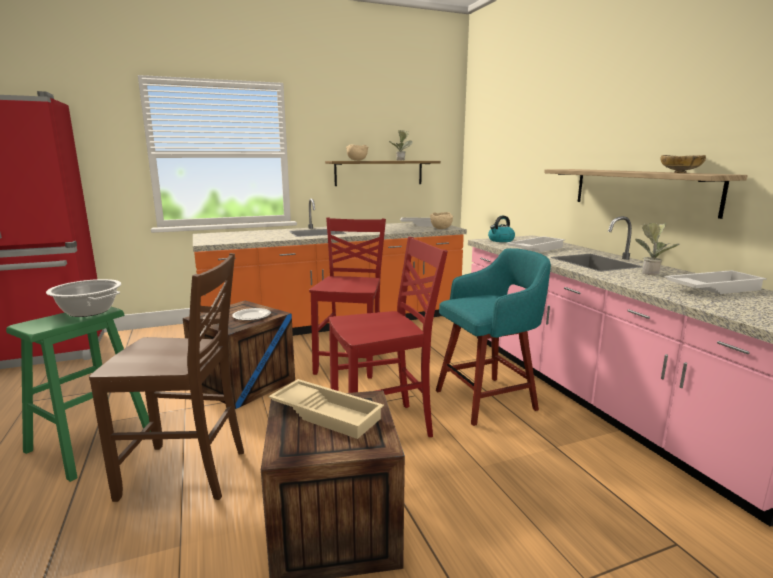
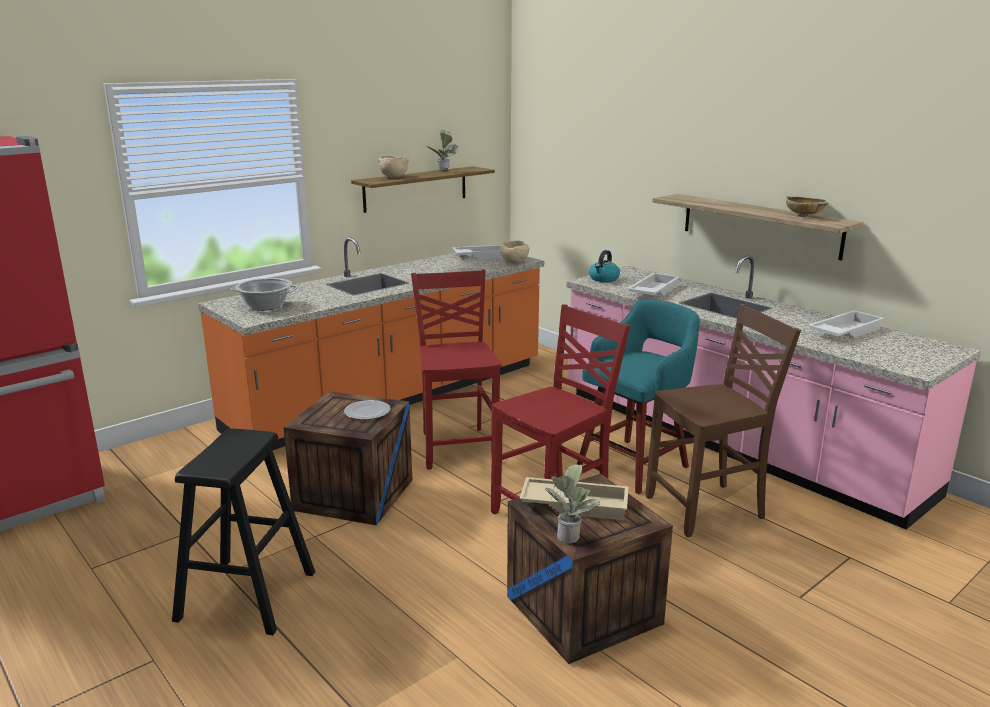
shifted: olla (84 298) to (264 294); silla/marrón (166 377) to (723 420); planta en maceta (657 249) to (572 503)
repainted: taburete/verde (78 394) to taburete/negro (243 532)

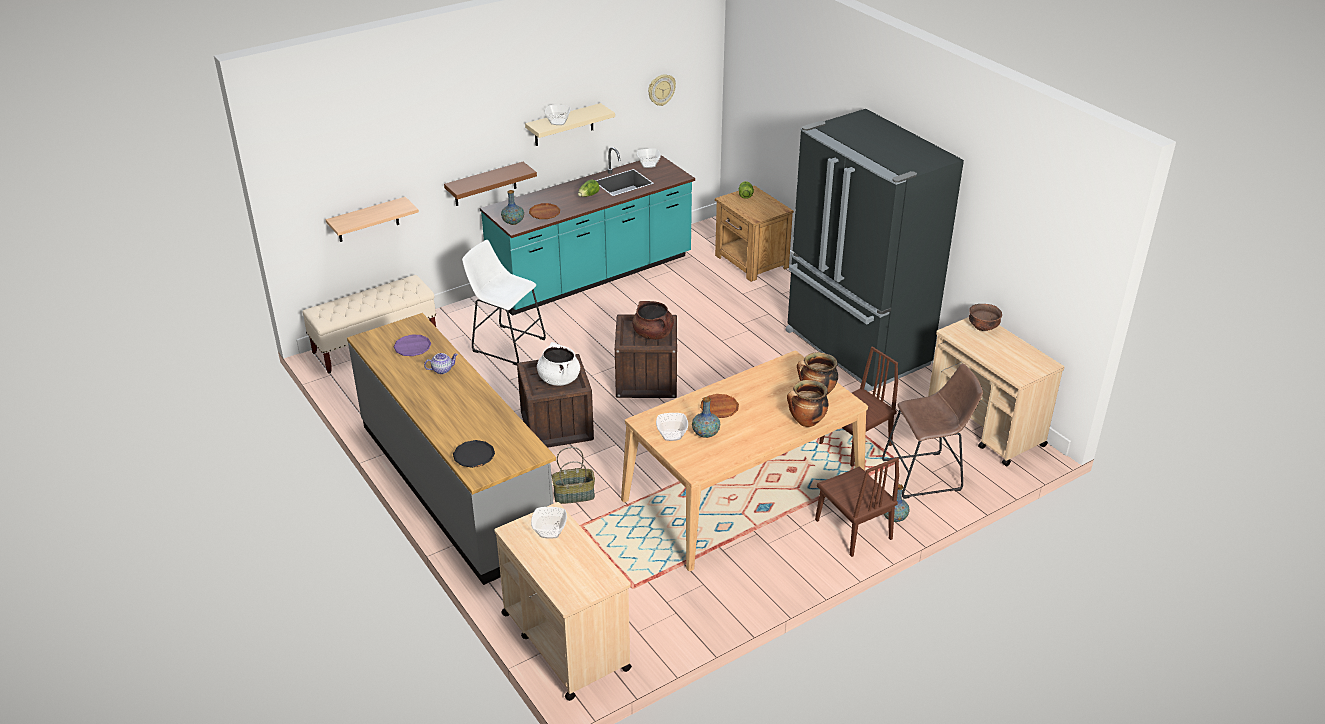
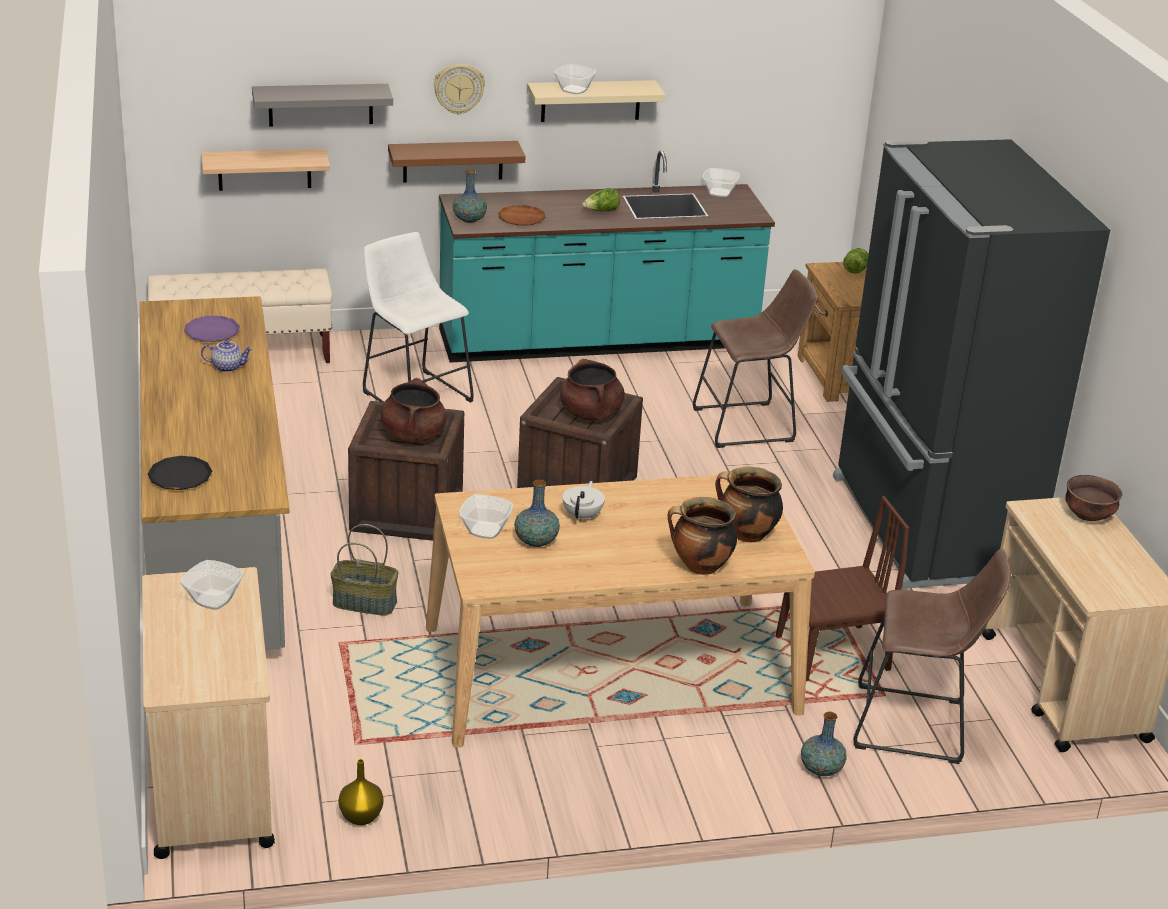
gone: silla/marrón (857 507)
new: estante/gris (322 105); florero/amarillo (361 792); taburete/marrón (755 358)
shifted: reloj de pared (662 90) to (459 89)
swapped: plato/marrón (719 406) to tetera/blanco (583 501)
repainted: olla/blanco (558 364) to olla/marrón (413 410)

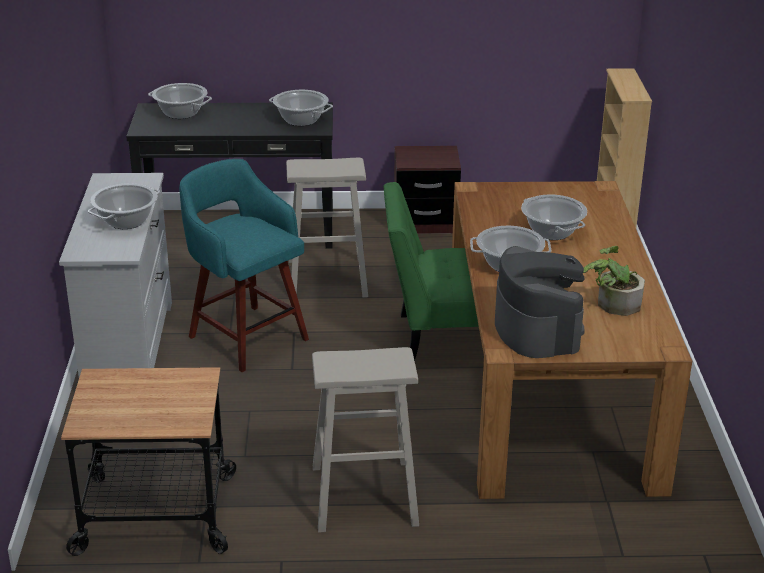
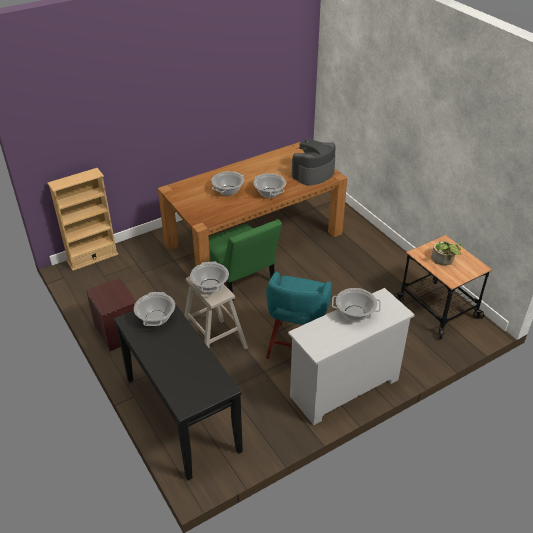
gone: taburete/beis (365 440)
shifted: olla (180 101) to (209 277); planta en maceta (614 281) to (447 253)

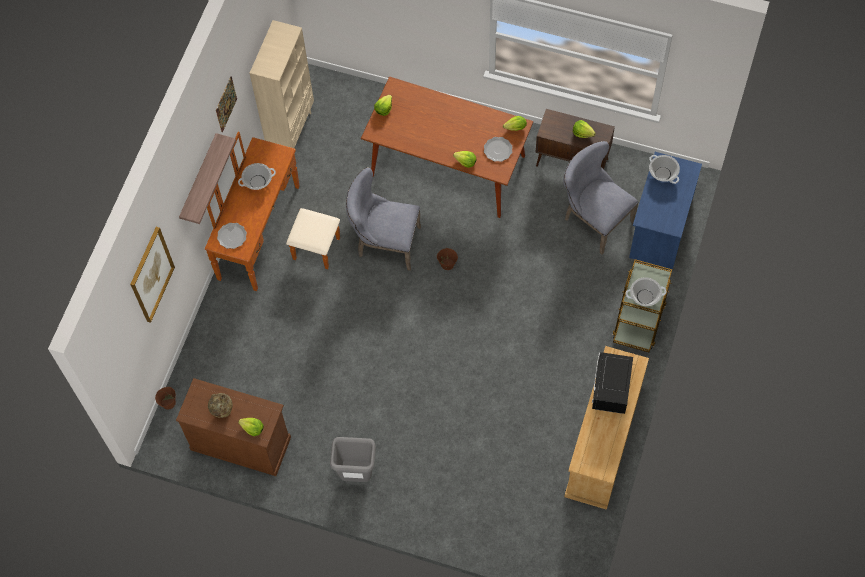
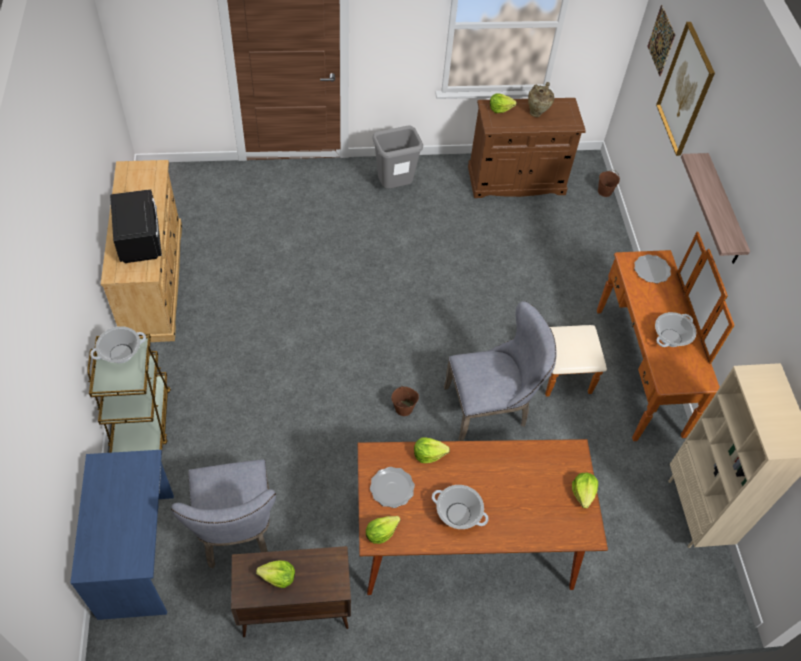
shifted: cuadro (226 104) to (661 40); olla (664 169) to (460 507)
rotated: silla/gris (601 198) = (223 513) 60 degrees clockwise

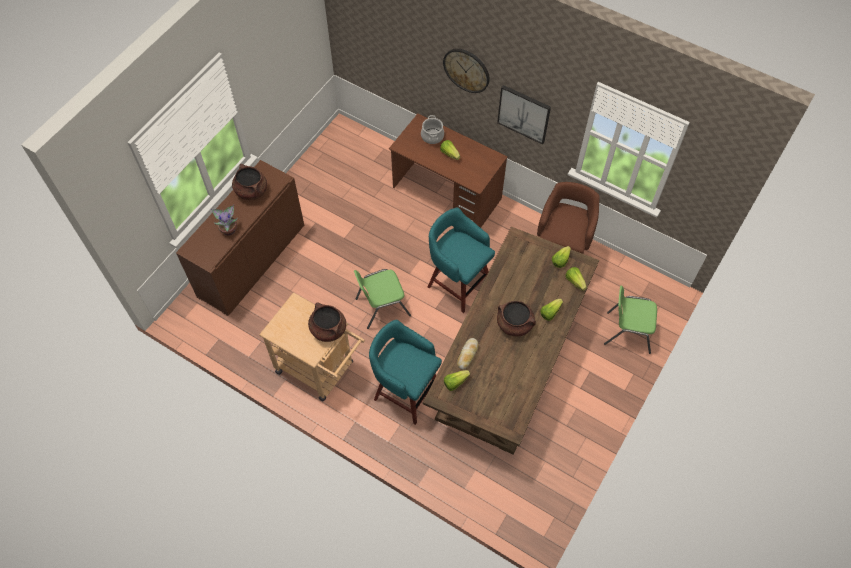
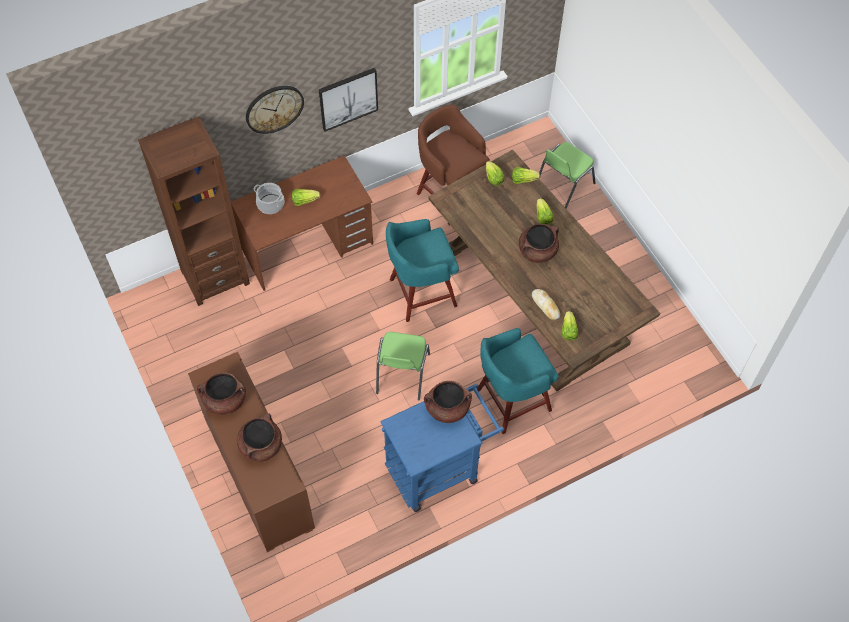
new: estantería/marrón (194 211)
swapped: planta en maceta (224 220) to olla/marrón (259 437)
repainted: carrito/beis (312 346) to carrito/azul (442 448)

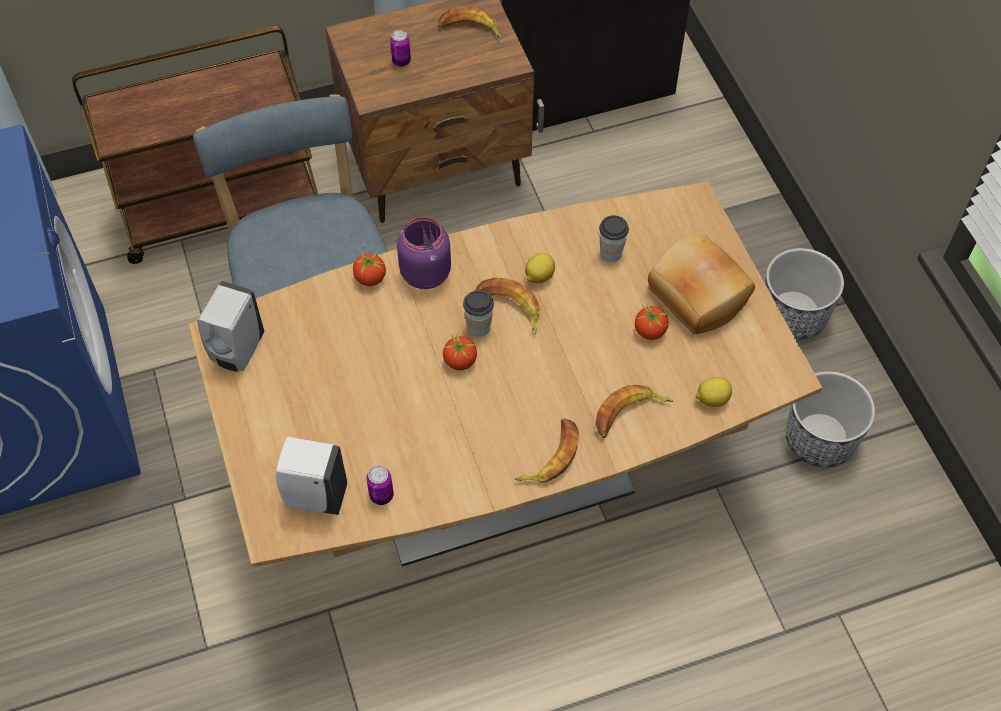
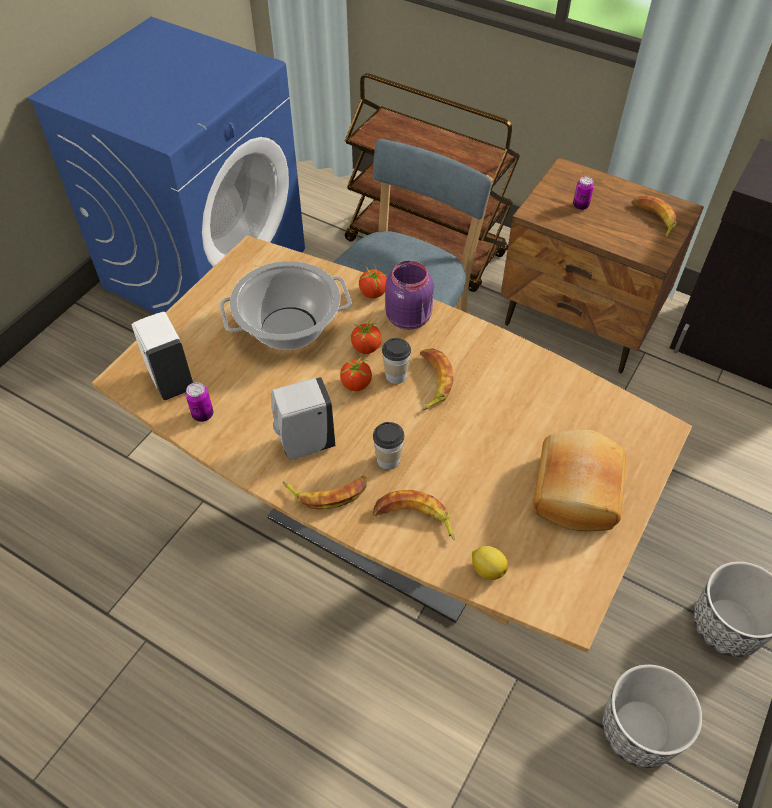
gone: limón (540 268)
new: olla (286 305)
shifted: dispensador de jabón/blanco (230 326) to (303 419); taza (614 238) to (388 446); tomate (652 321) to (366 336)

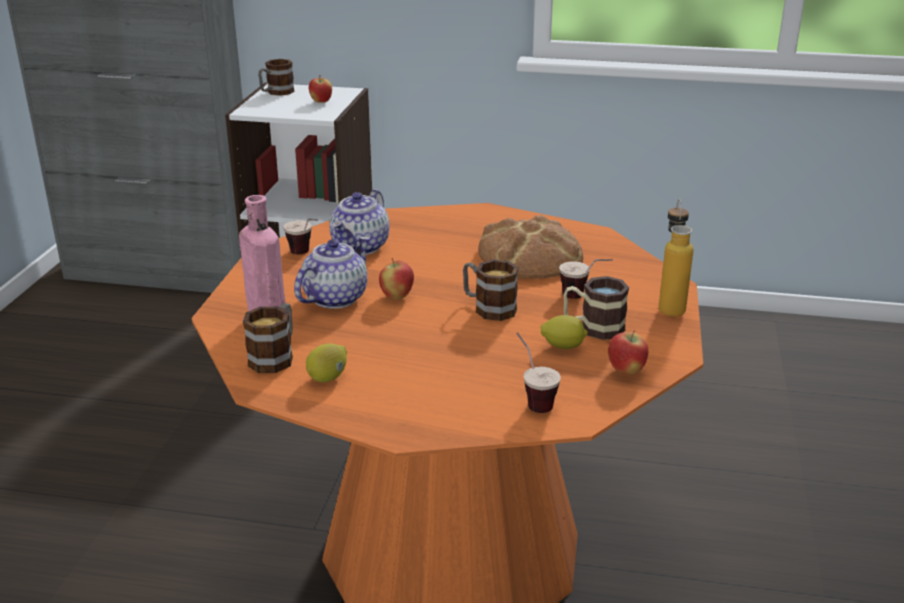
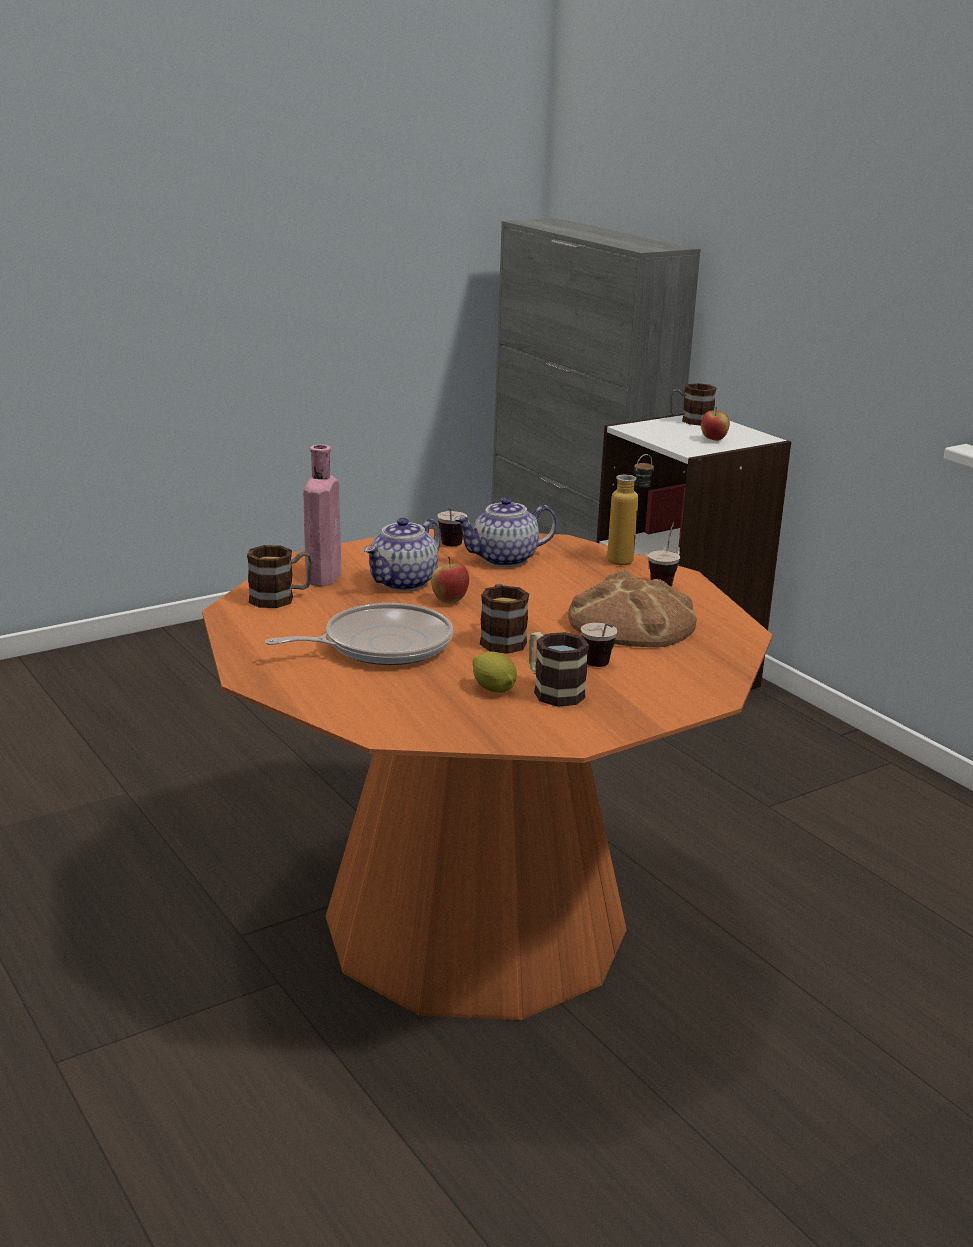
gone: limón (326 363); manzana (628 352)
new: sartén (359 634)
shifted: taza (538 372) to (664 554); botella (676 258) to (630 509)
rotated: tetera (332 273) = (402 554) 135 degrees clockwise

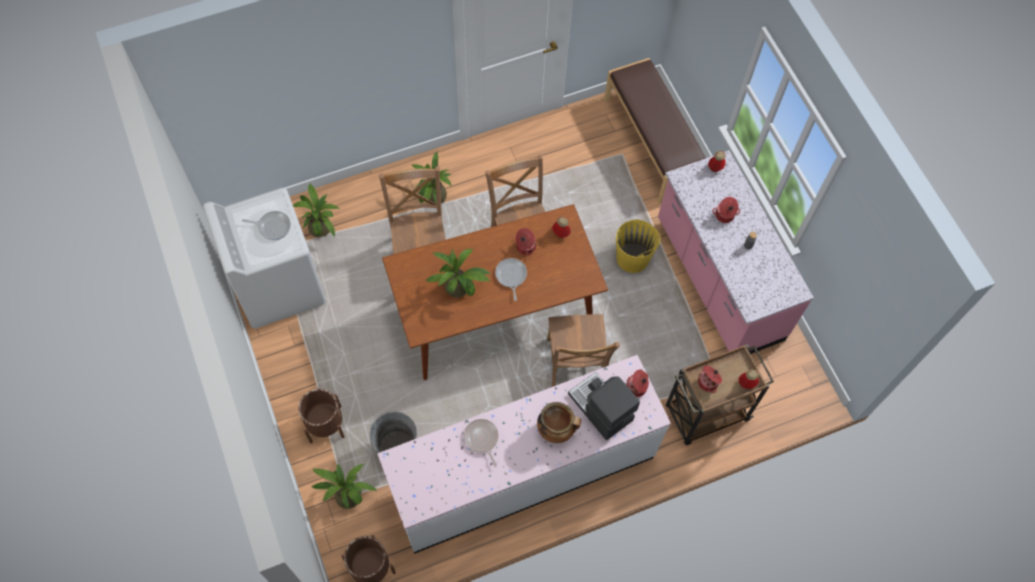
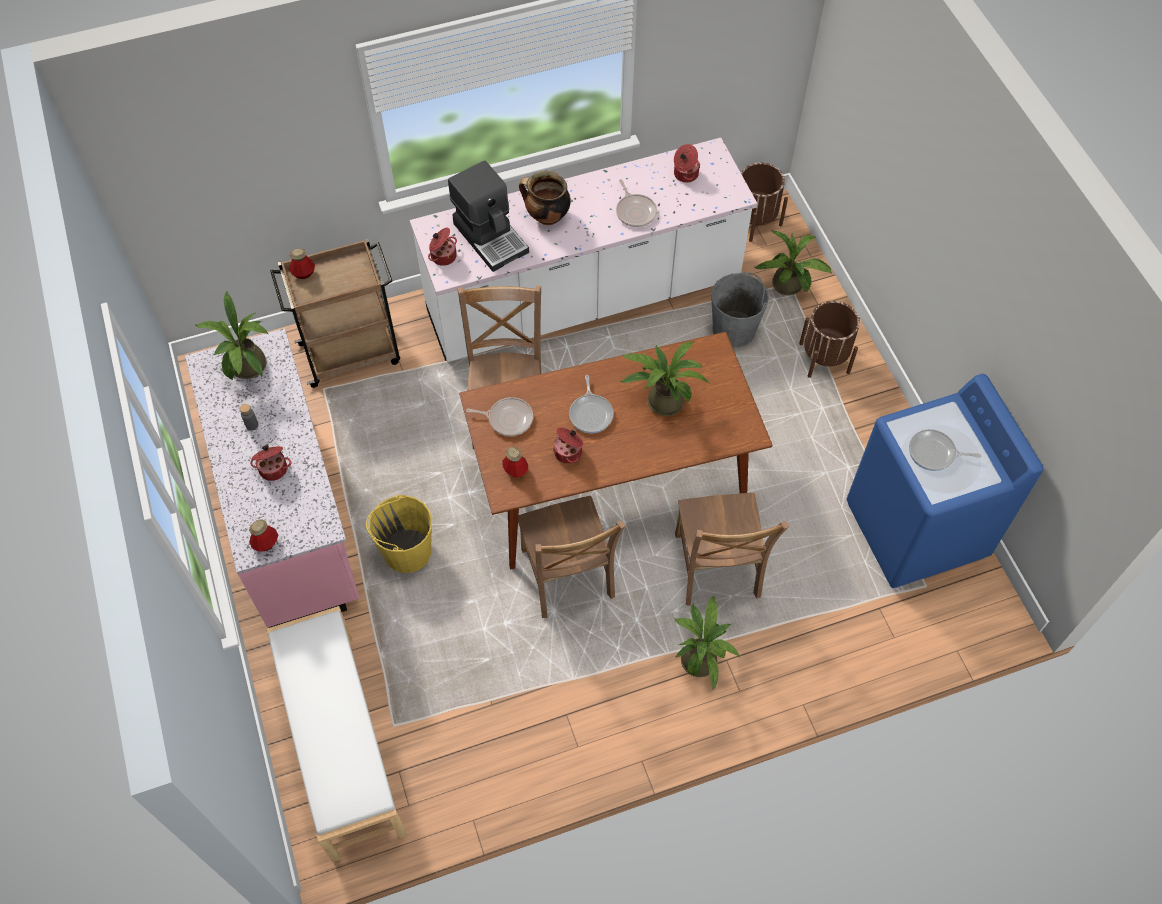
new: sartén (499 416)
shifted: planta en maceta (316 210) to (232 335); olla (710 379) to (687 163)
repainted: lavadora/blanco (264 258) to lavadora/azul (945 481); banco/marrón (655 130) to banco/blanco (336 734)

